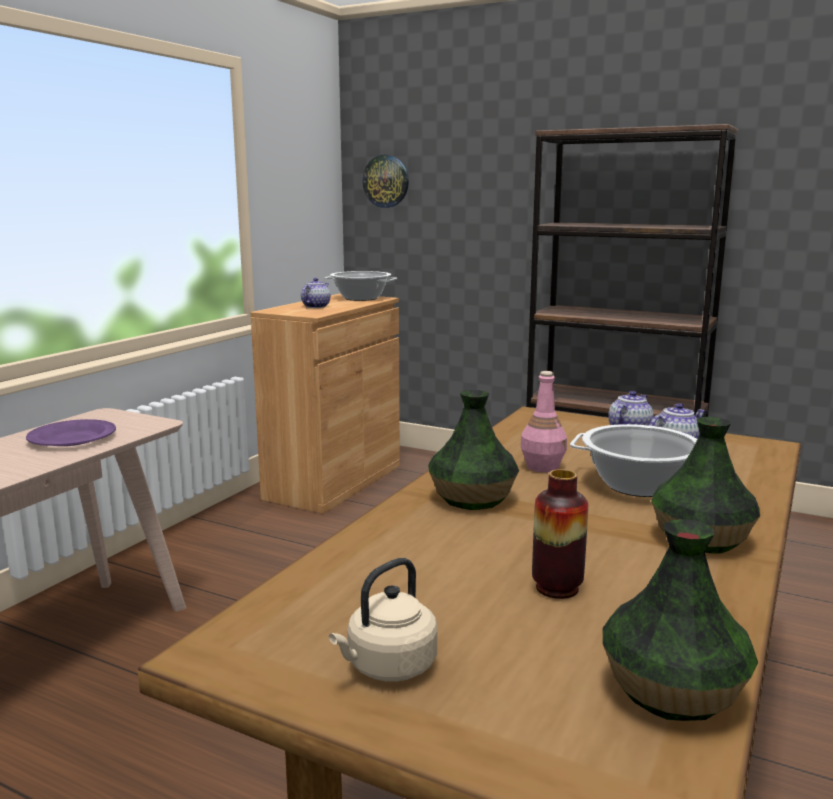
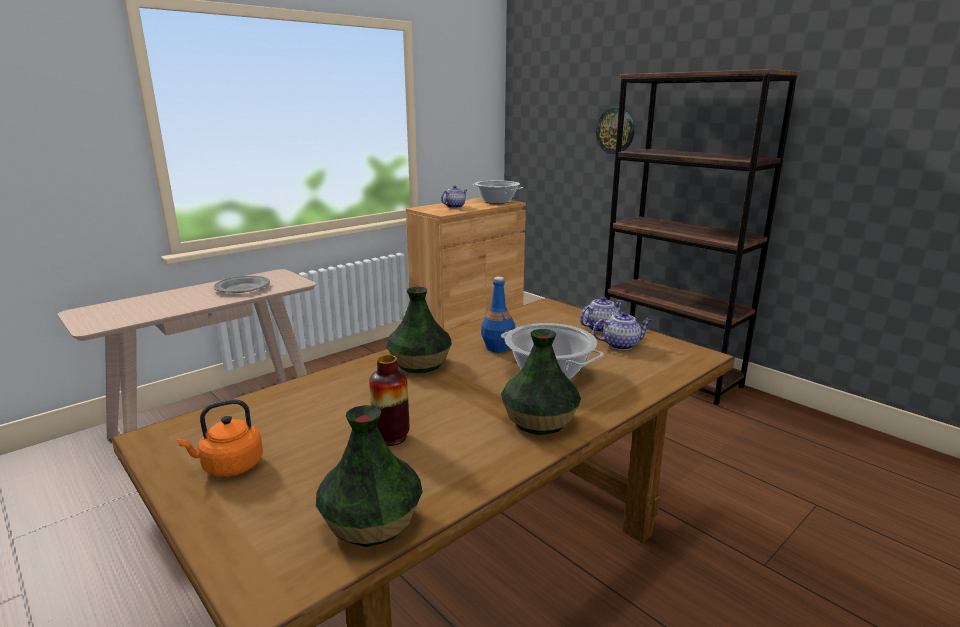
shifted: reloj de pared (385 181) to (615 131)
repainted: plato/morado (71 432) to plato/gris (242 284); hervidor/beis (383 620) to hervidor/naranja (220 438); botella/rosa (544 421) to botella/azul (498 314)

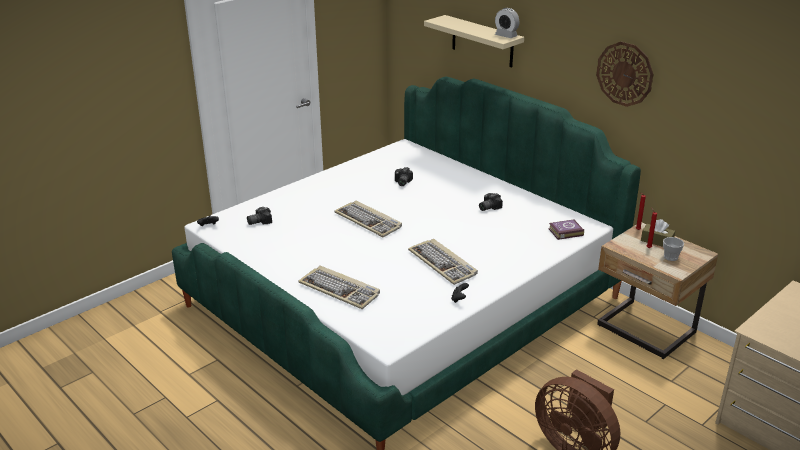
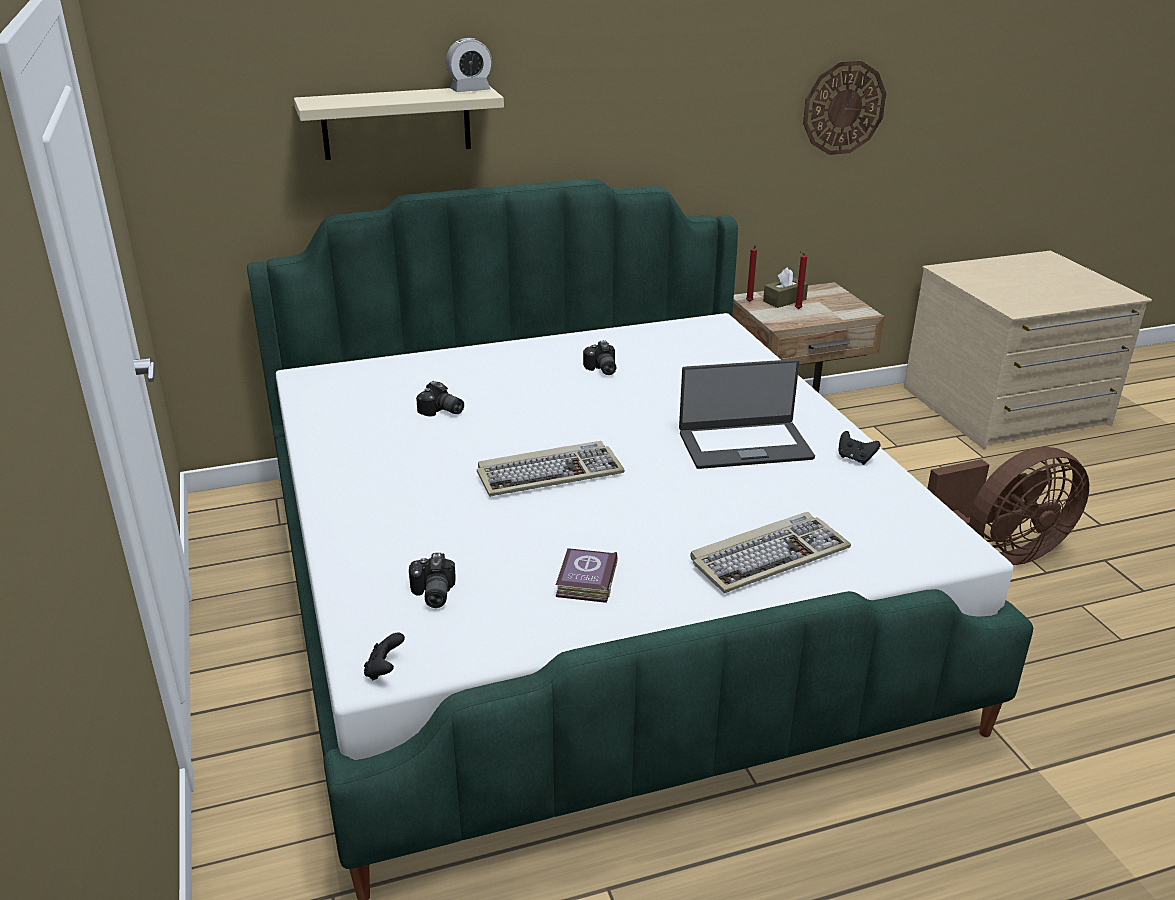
gone: taza (673 249)
shifted: libro (566 229) to (587 575); reloj de pared (624 74) to (844 108)
swapped: teclado (443 262) to portátil (747 414)

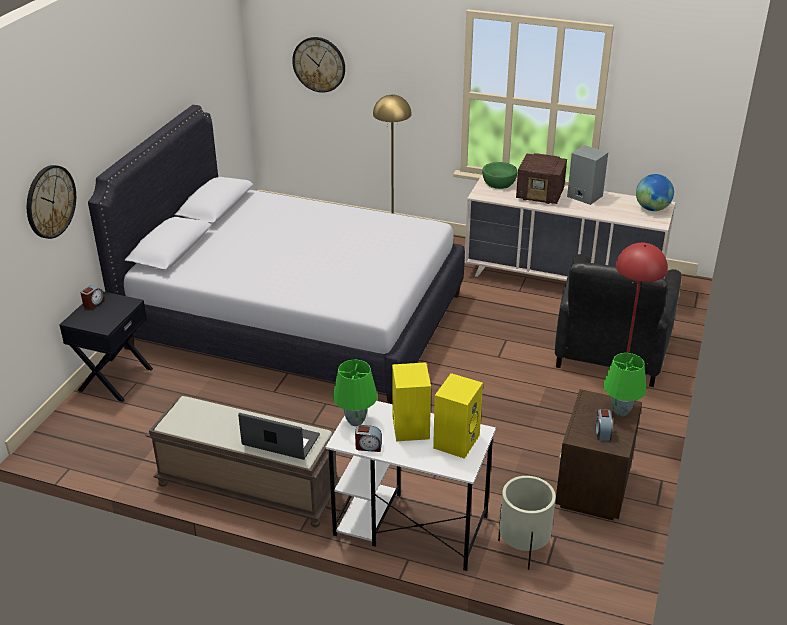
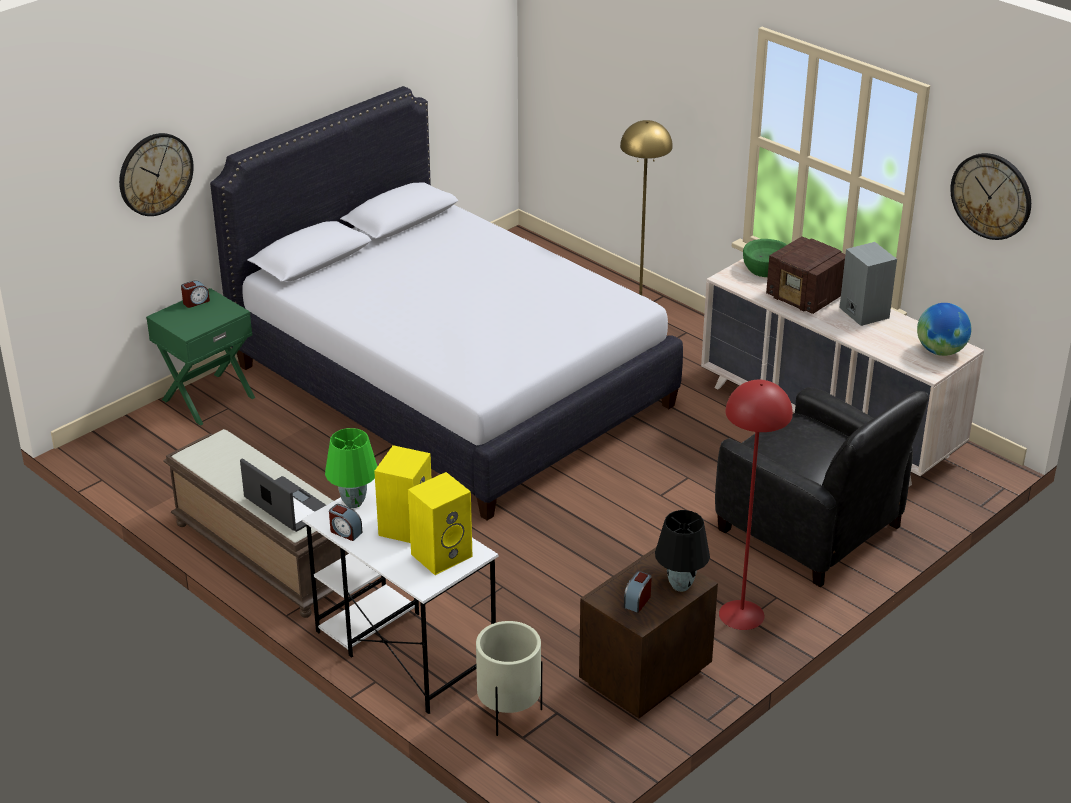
shifted: reloj de pared (318 65) to (990 196)
repainted: mesita de noche/negro (106 346) to mesita de noche/verde (200 357); lámpara de mesa/verde (624 384) to lámpara de mesa/negro (682 551)
rotated: sillón/negro (618 320) = (822 487) 90 degrees counterclockwise

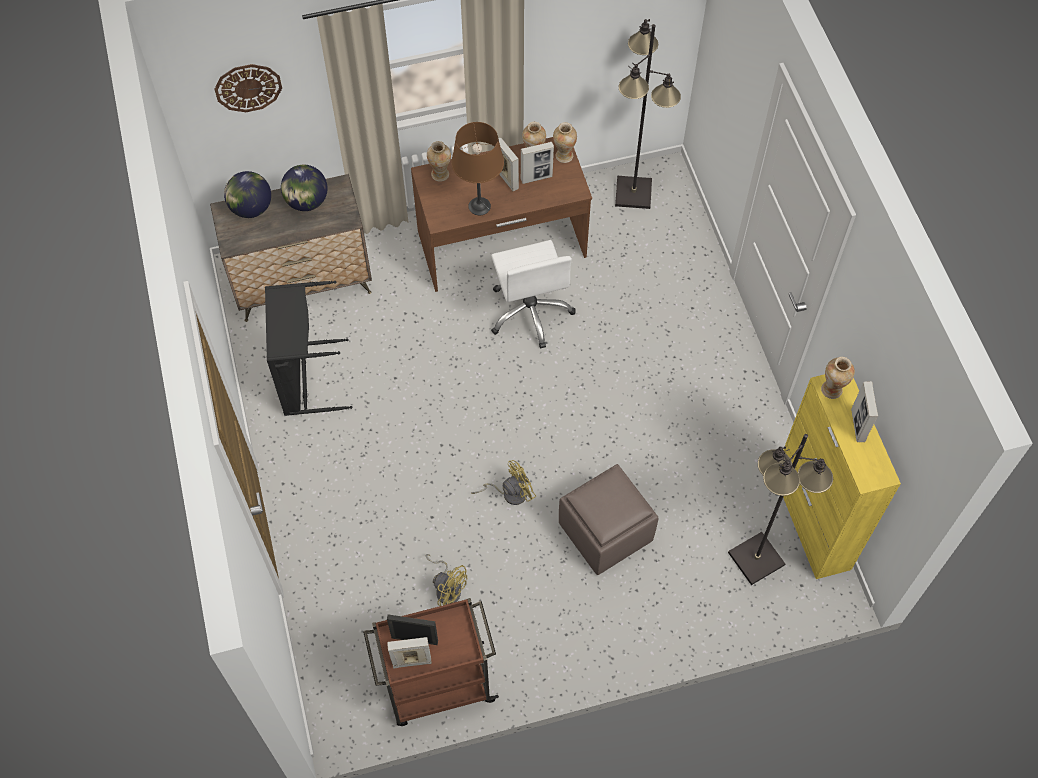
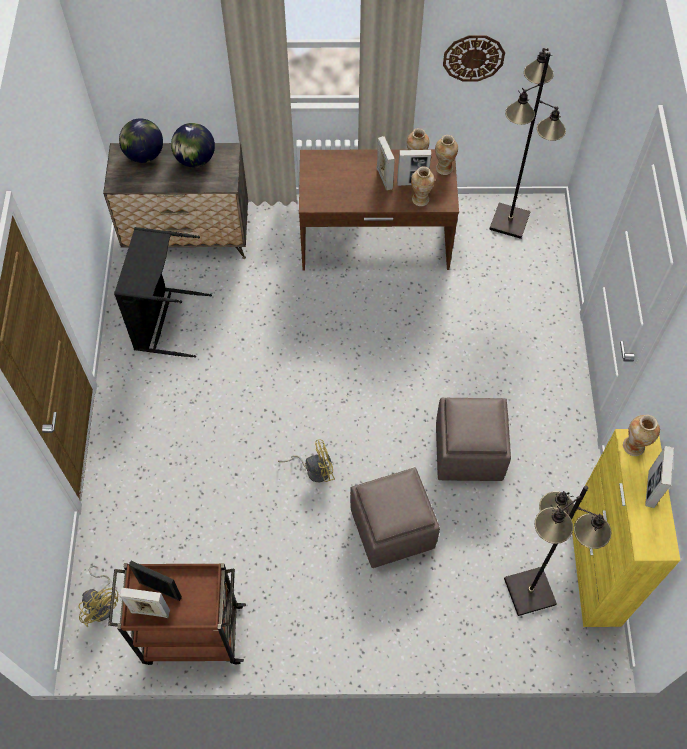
gone: lámpara de mesa/marrón (477 168); silla de oficina/blanco (533 294)
new: puf/marrón (473 439)
shifted: reloj de pared (248 88) to (474 58); ventilador/amarillo (446 580) to (98 596); florero (439 161) to (423 186)

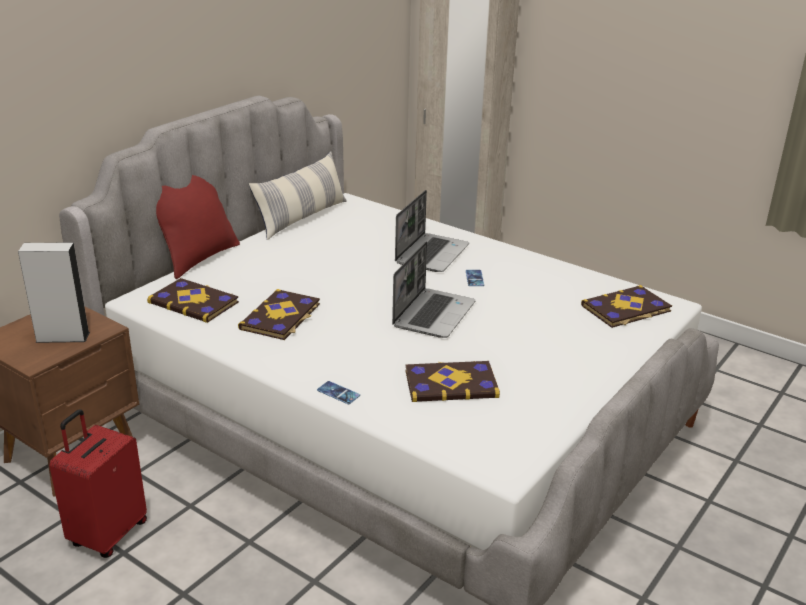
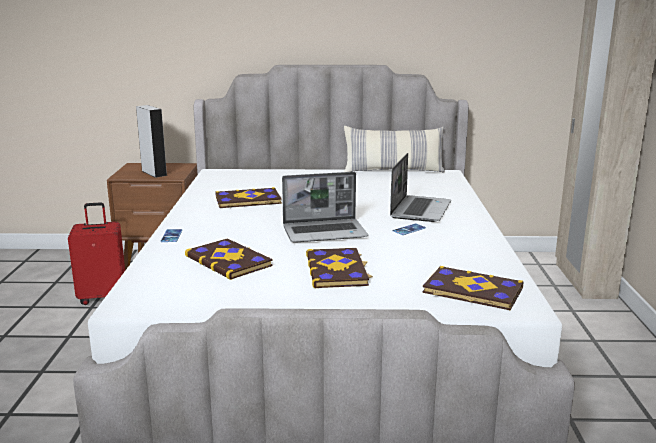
gone: cojín/rojo (198 227)
shifted: libro (193 300) to (339 268)
rotated: portátil (432 231) = (420 187) 60 degrees counterclockwise

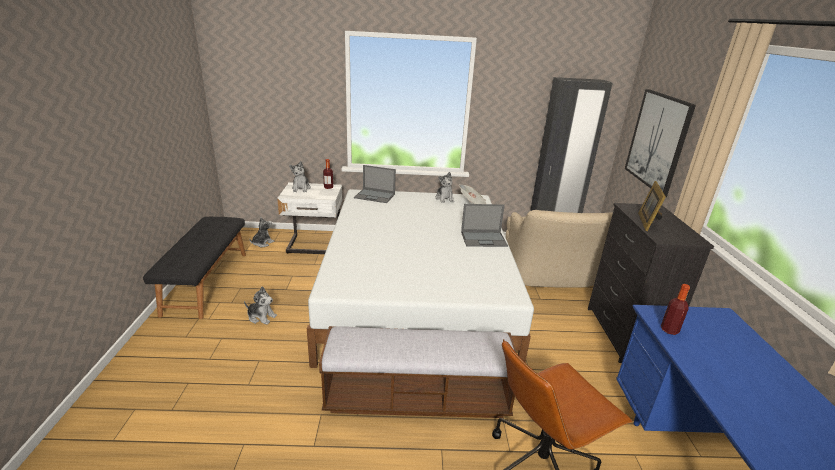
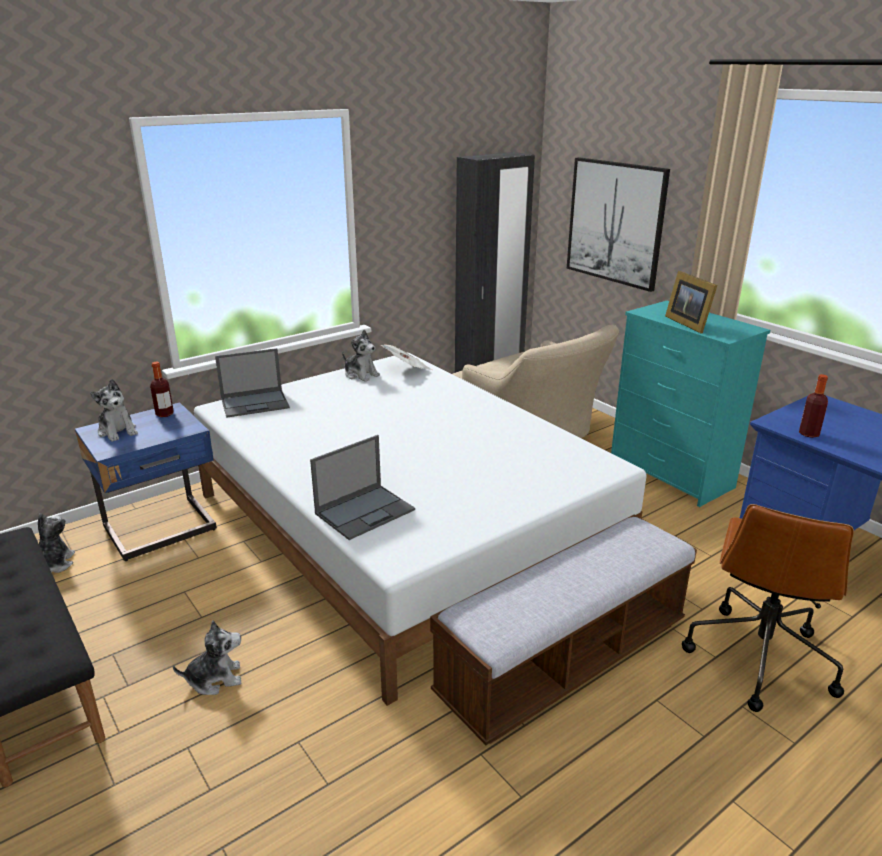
shifted: portátil (484 225) to (362 487)
repainted: mesita de noche/blanco (309 218) to mesita de noche/azul (146 481); cómoda/negro (651 283) to cómoda/turquesa (690 404)

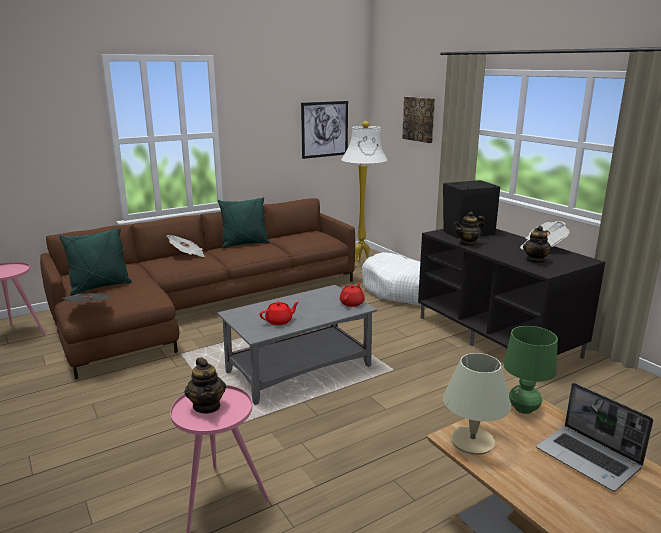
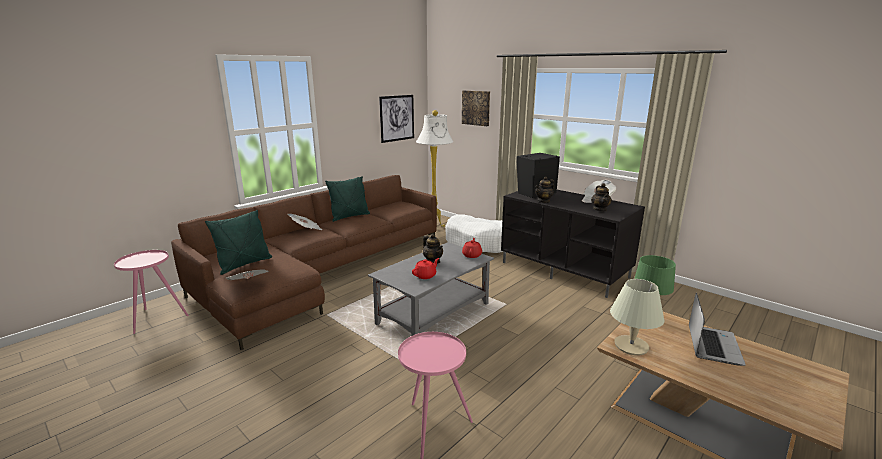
shifted: tetera (205 385) to (433 249)
rotated: portátil (594 437) = (717 329) 105 degrees counterclockwise

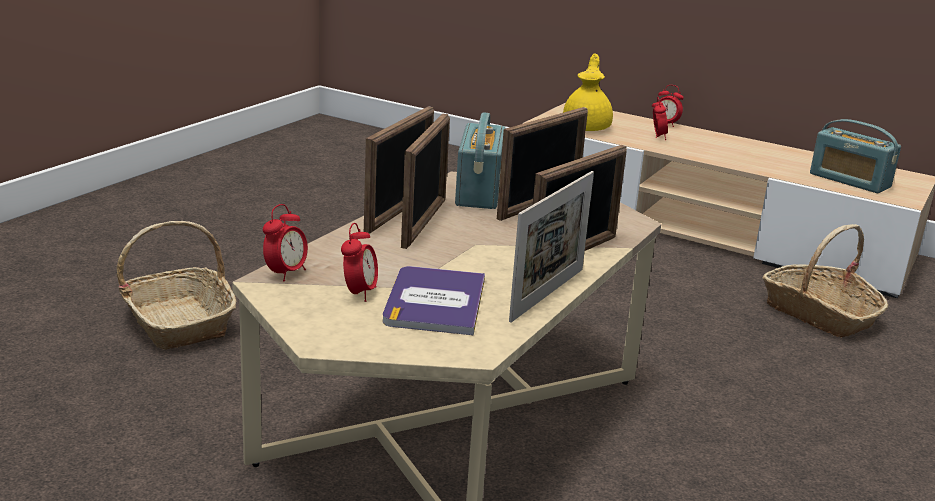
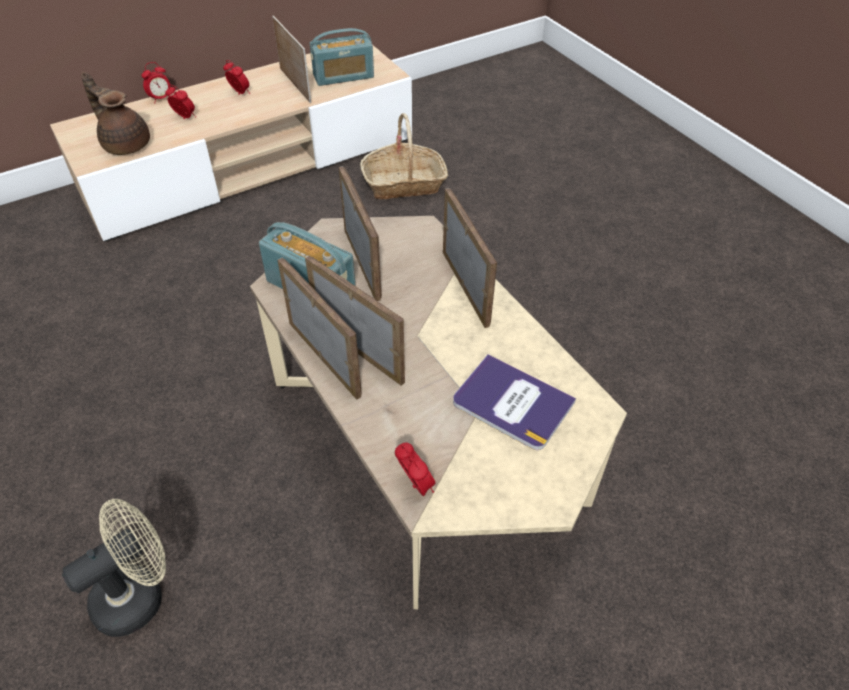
shifted: despertador (359 262) to (236 77); portarretratos (551 247) to (291 59)
swapped: cesta (176 285) to ventilador/beis (114 568)
repainted: tetera/amarillo (588 92) to tetera/marrón (115 113)

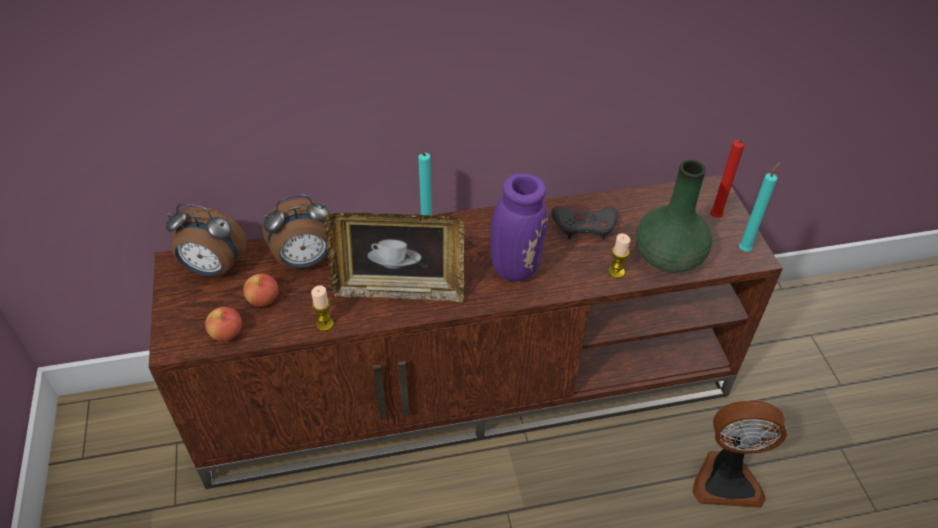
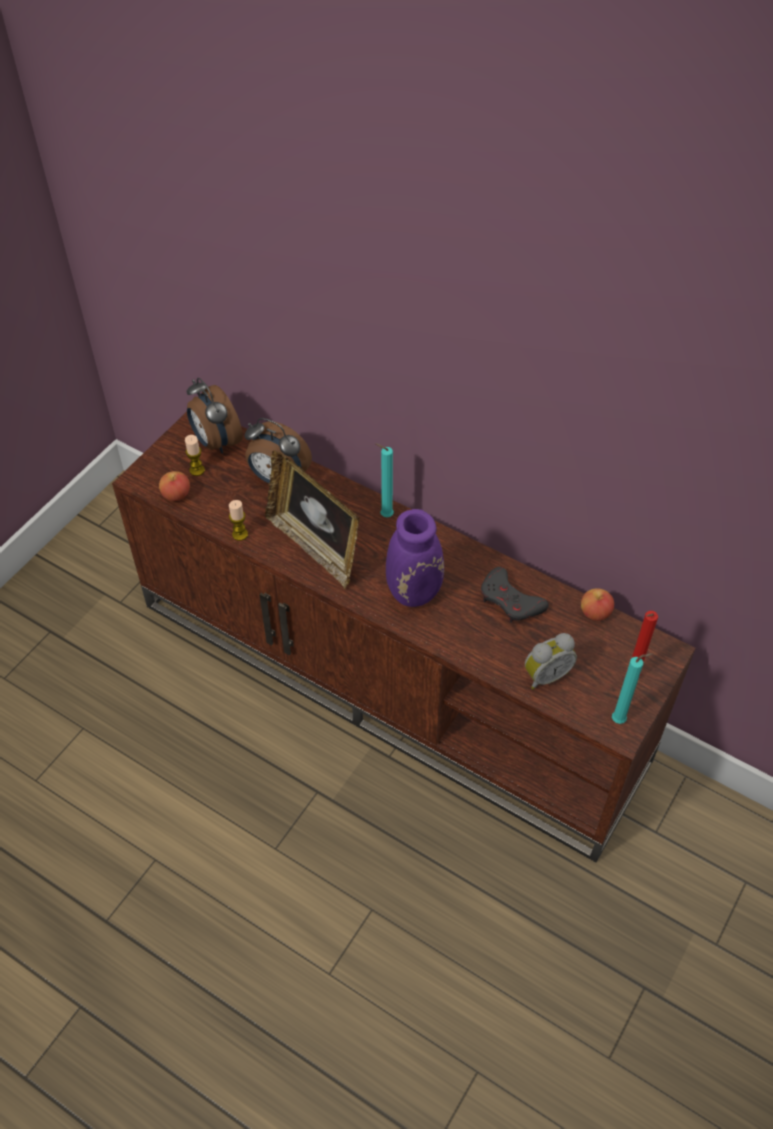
gone: ventilador (740 454)
shifted: manzana (260 290) to (597 604); vela (619 255) to (195 455)
swapped: florero/verde (674 216) to despertador (551 661)

